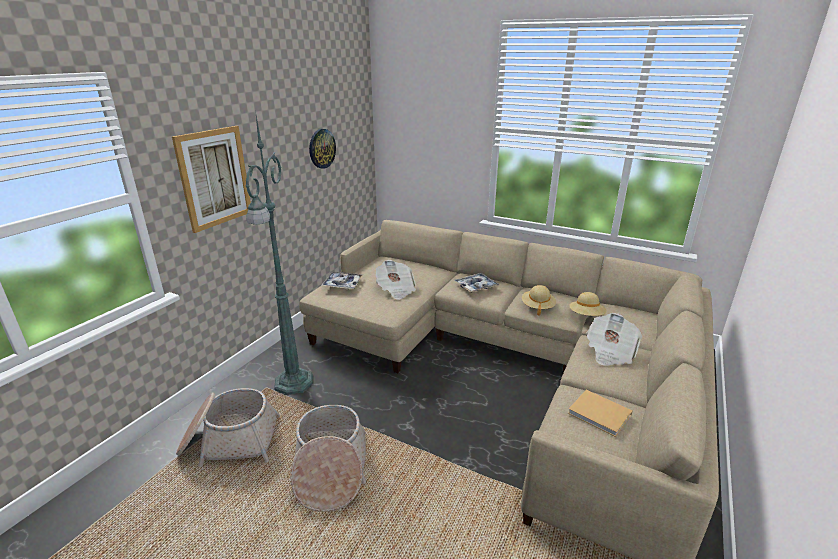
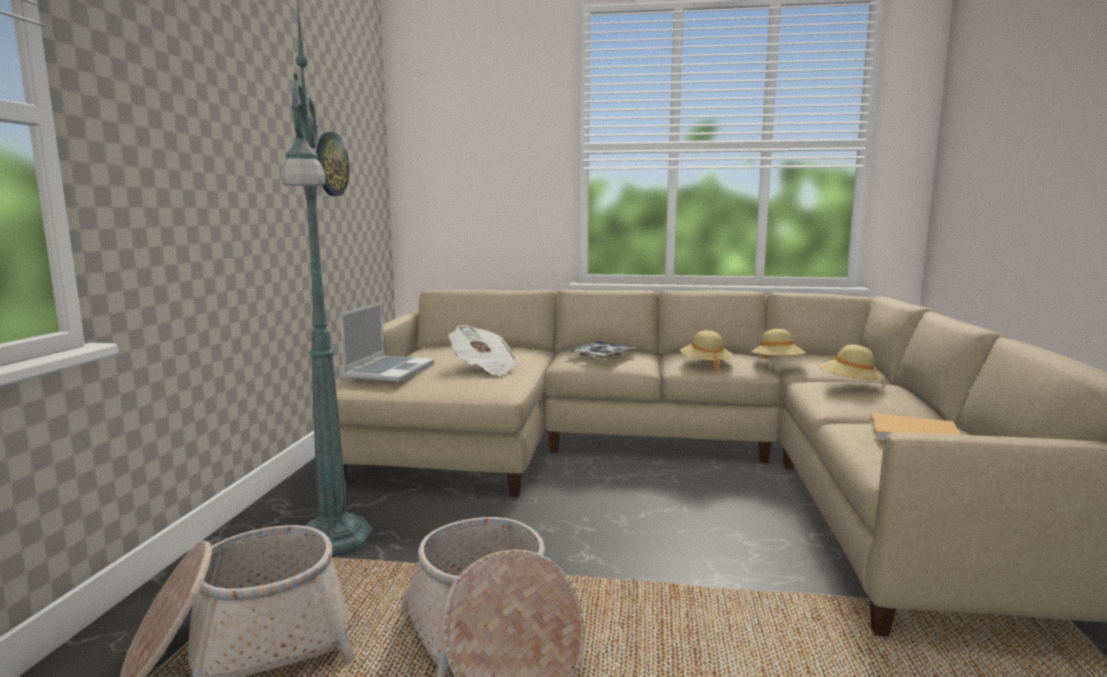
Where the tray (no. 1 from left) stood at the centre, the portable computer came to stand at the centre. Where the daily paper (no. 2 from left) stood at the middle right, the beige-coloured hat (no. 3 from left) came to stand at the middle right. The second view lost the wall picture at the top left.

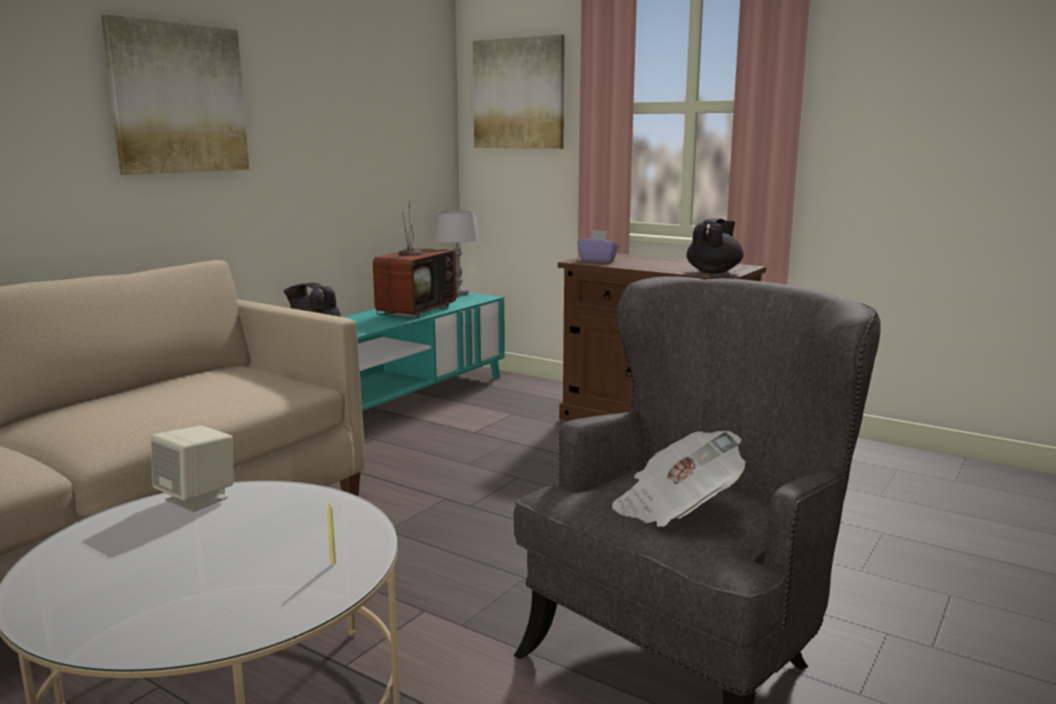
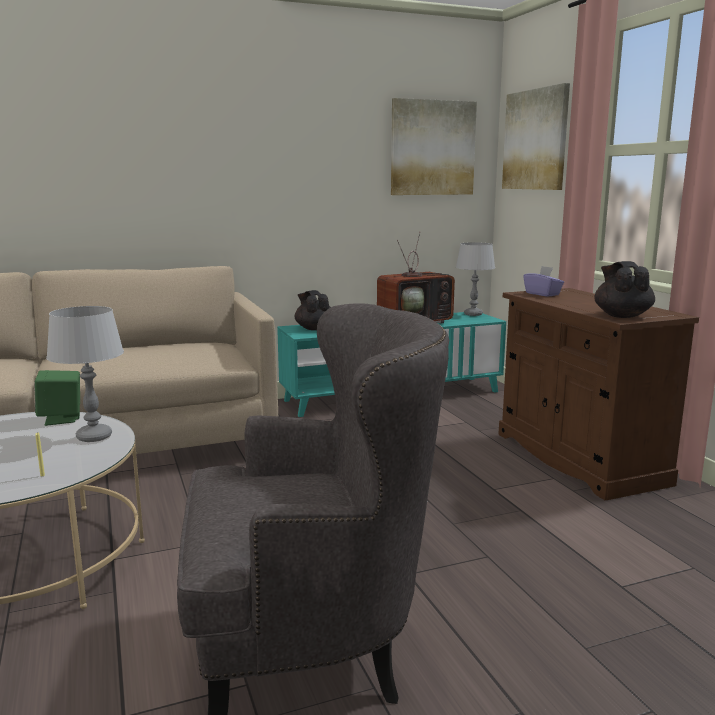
What was the beige-coloured audio speaker at the middle left turned into the green audio speaker at the middle left. The second view gained the grey tabletop lamp (no. 1 from left) at the middle left. The wall picture (no. 1 from left) ended up elsewhere, having gone from the top left to the top centre. The black tea pot (no. 2 from left) at the middle right ended up facing another way, 75 degrees counterclockwise from before. The second view lost the daily paper at the bottom centre.

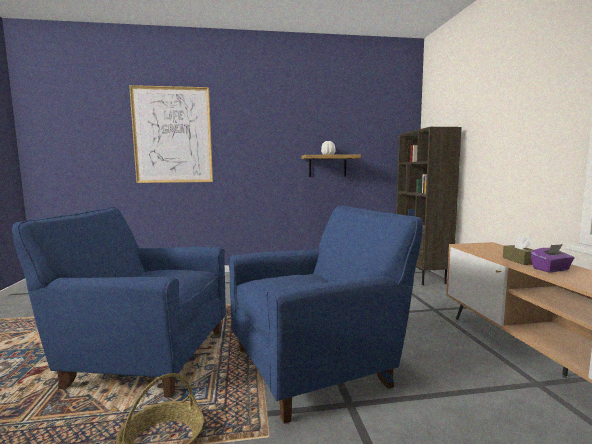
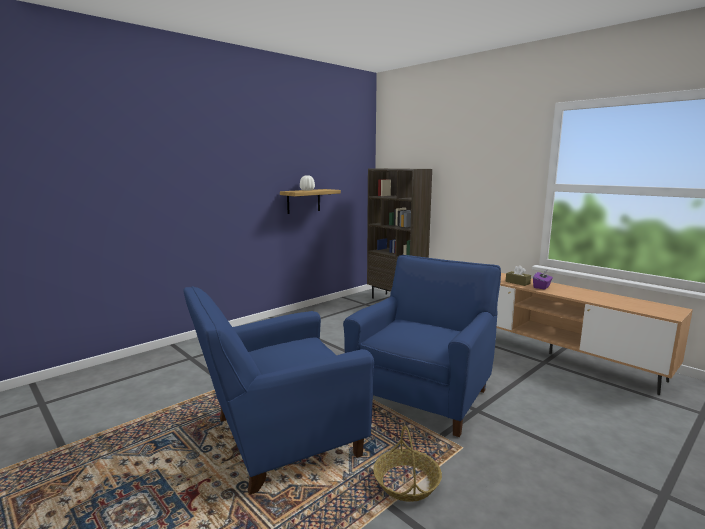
The second view lost the wall picture at the top left.

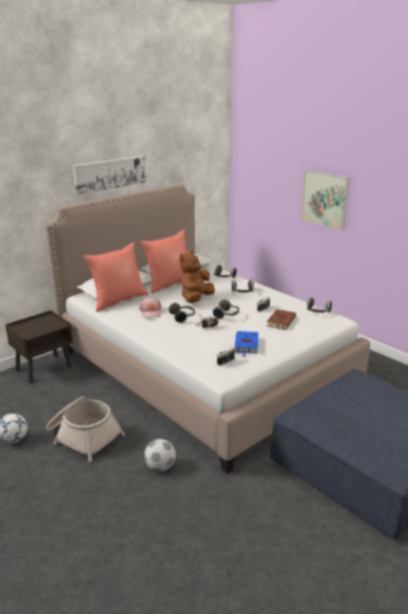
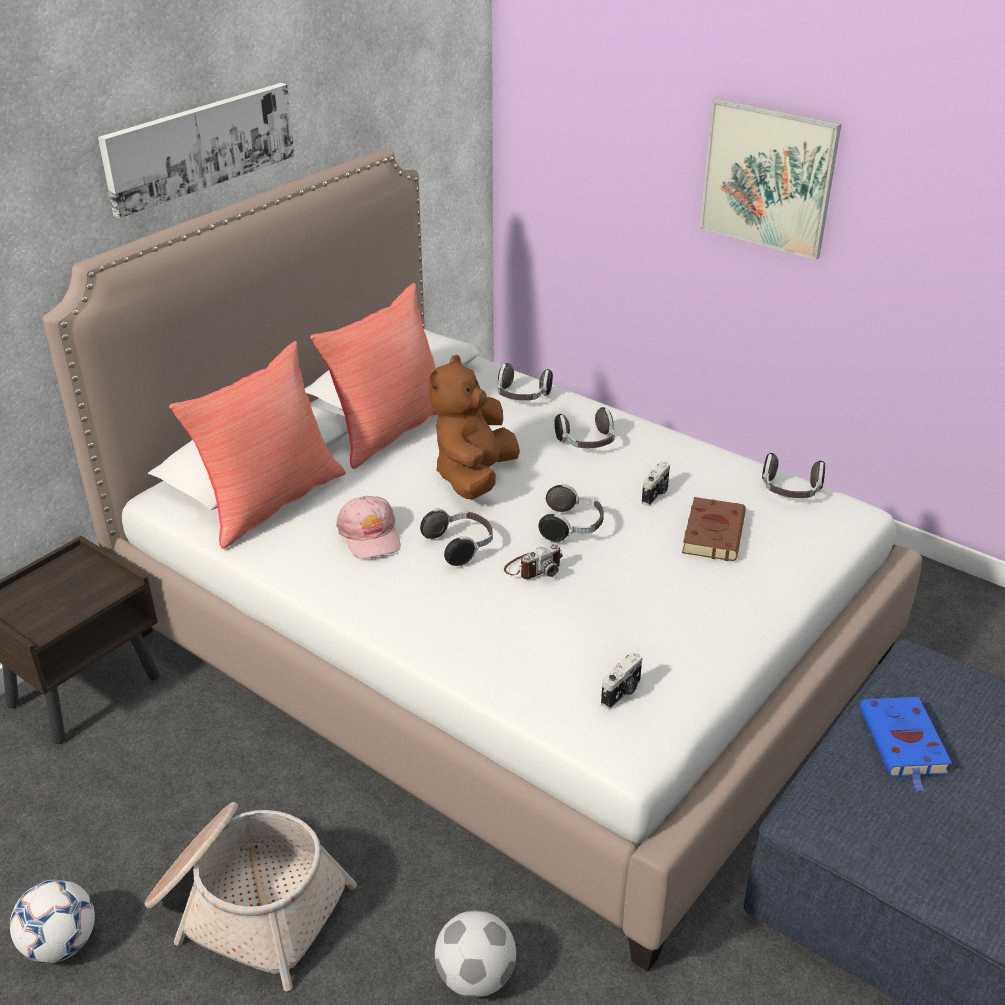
The blue-coloured volume ended up elsewhere, having gone from the centre to the bottom right.

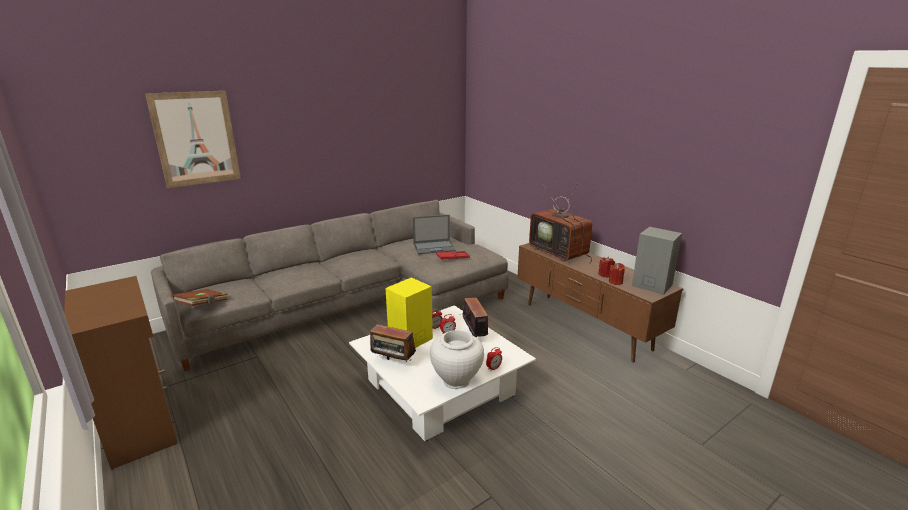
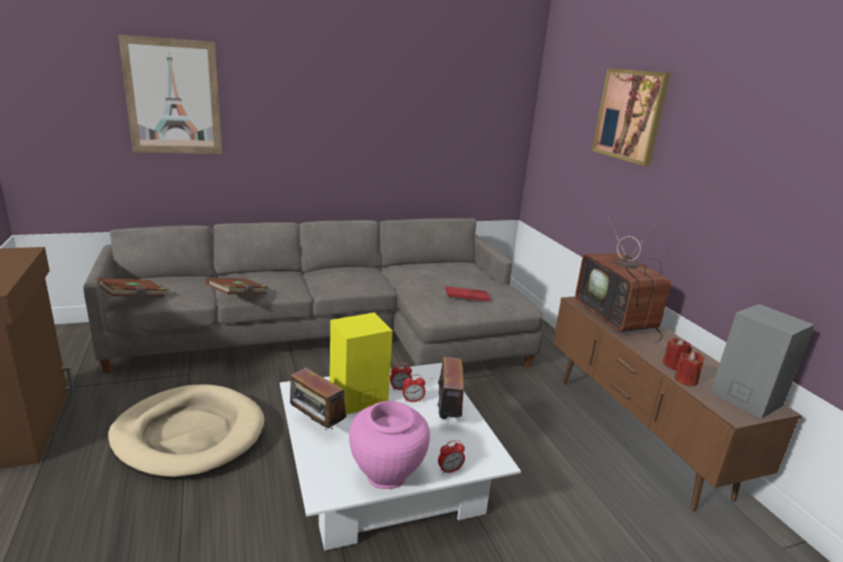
The second view gained the beige-coloured dog cushion at the bottom left. The second view gained the brown volume (no. 2 from left) at the middle left. What was the white-coloured vase at the bottom centre turned into the pink-coloured vase at the bottom centre. The second view gained the wall picture (no. 2 from left) at the top right. The second view lost the portable computer at the centre.

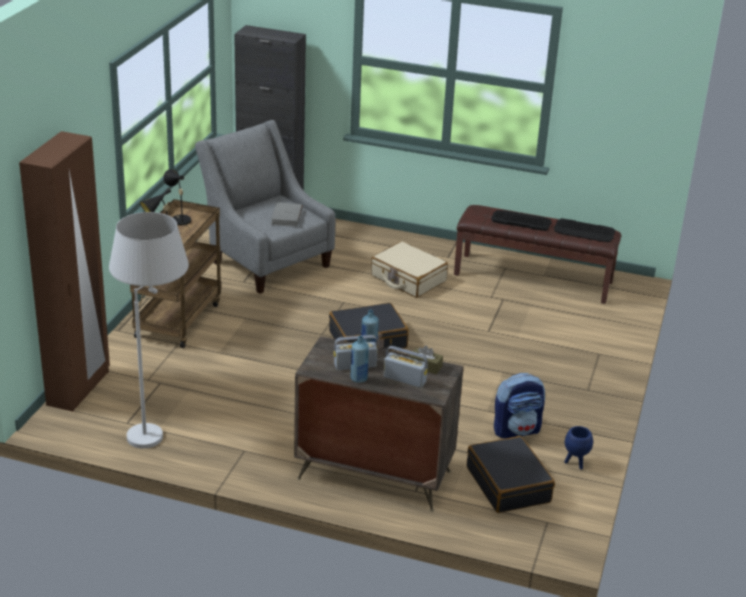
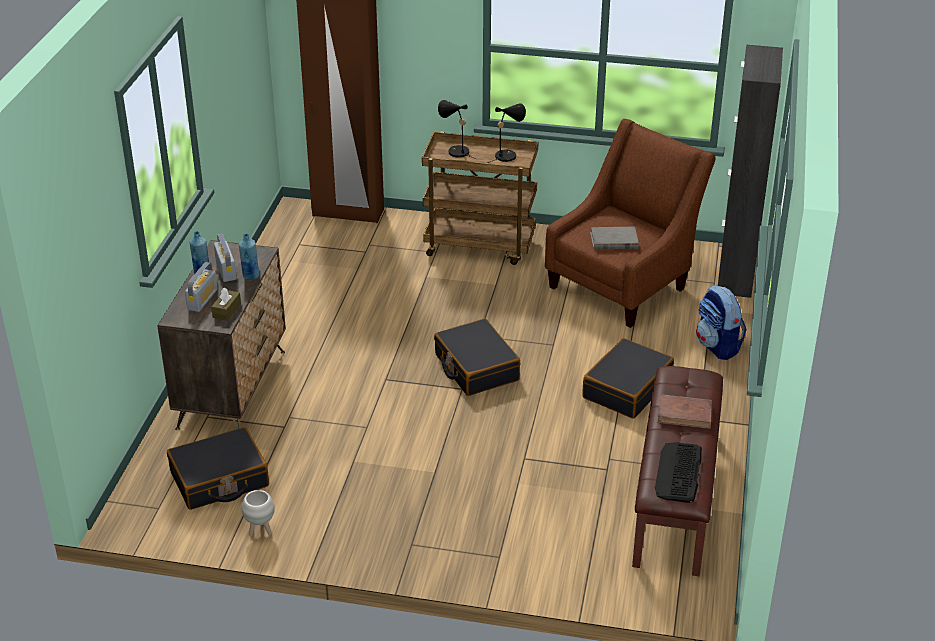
What was the blue-coloured flower pot at the bottom right turned into the white-coloured flower pot at the bottom left. What was the grey lounge chair at the centre turned into the brown lounge chair at the middle right. What was the beige-coloured travel case at the centre turned into the black travel case (no. 3 from left) at the middle right. Where the PC keyboard (no. 1 from left) stood at the middle right, the brown volume came to stand at the middle right. The backpack ended up elsewhere, having gone from the bottom right to the middle right. The second view lost the white-coloured standard lamp at the middle left.

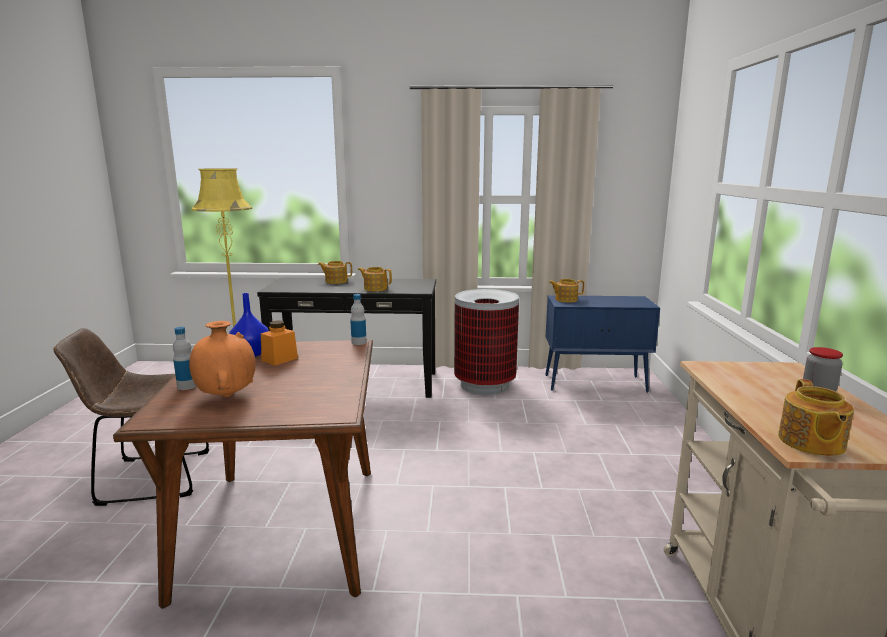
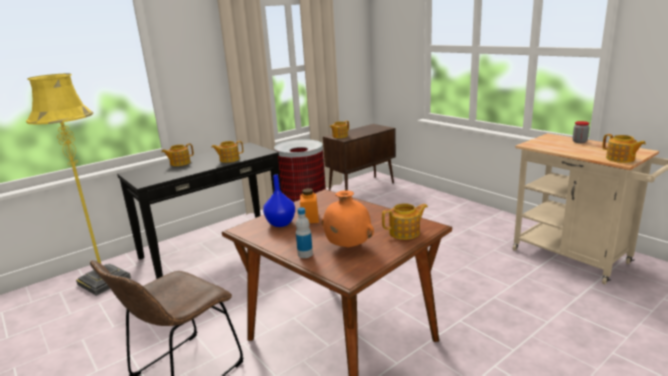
What was the blue-coloured cabinet at the middle right turned into the brown cabinet at the centre. The second view gained the tea pot (no. 4 from left) at the centre. The second view lost the drink bottle (no. 2 from left) at the centre.

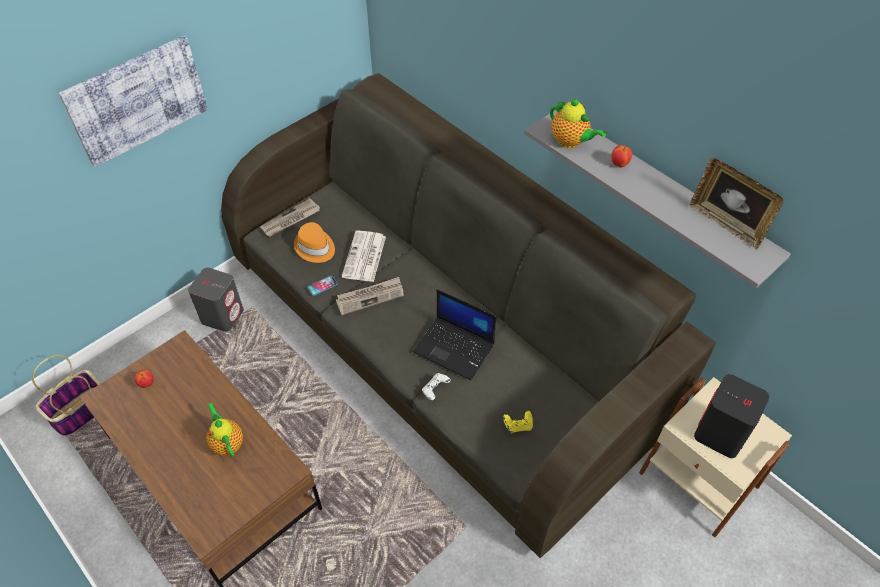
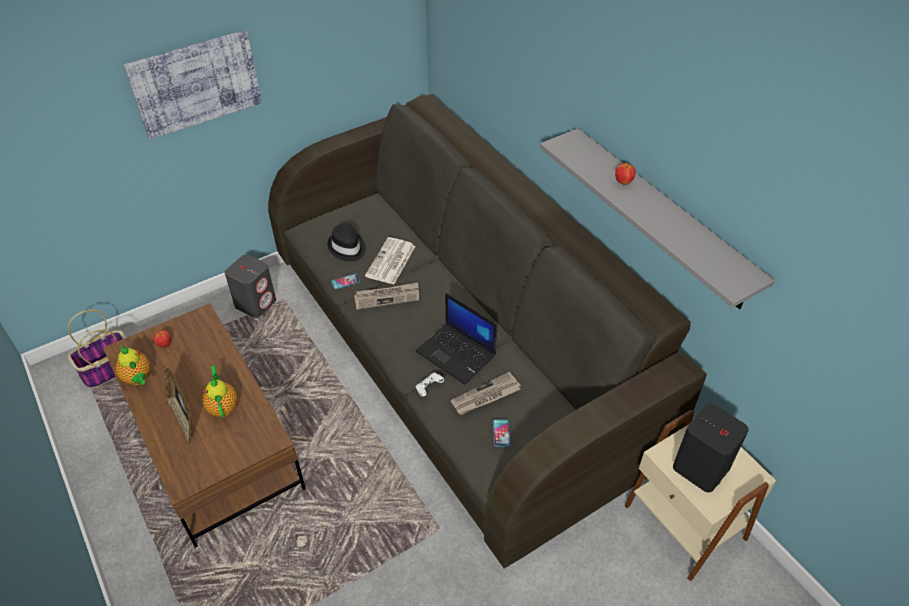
The tea pot (no. 2 from left in the first image) ended up elsewhere, having gone from the top centre to the middle left. The standing frame ended up elsewhere, having gone from the middle right to the bottom left. What was the orange hat at the centre turned into the black hat at the centre. The daily paper (no. 1 from left in the first image) ended up elsewhere, having gone from the middle left to the centre. Where the yellow-coloured gamepad stood at the bottom centre, the handset (no. 2 from left) came to stand at the bottom centre.

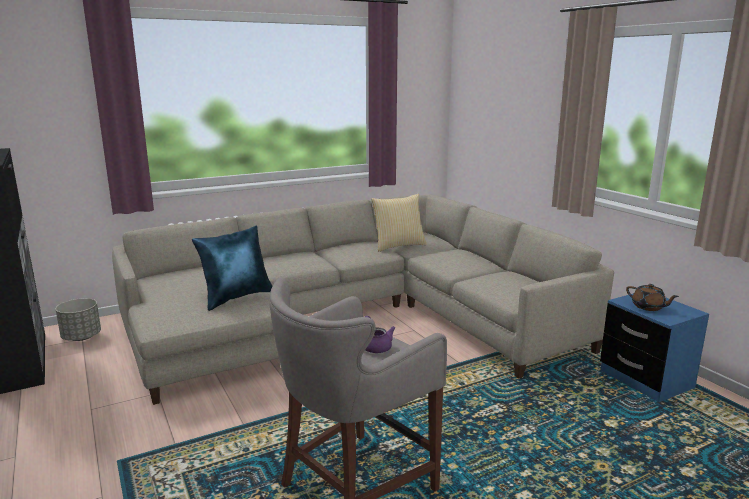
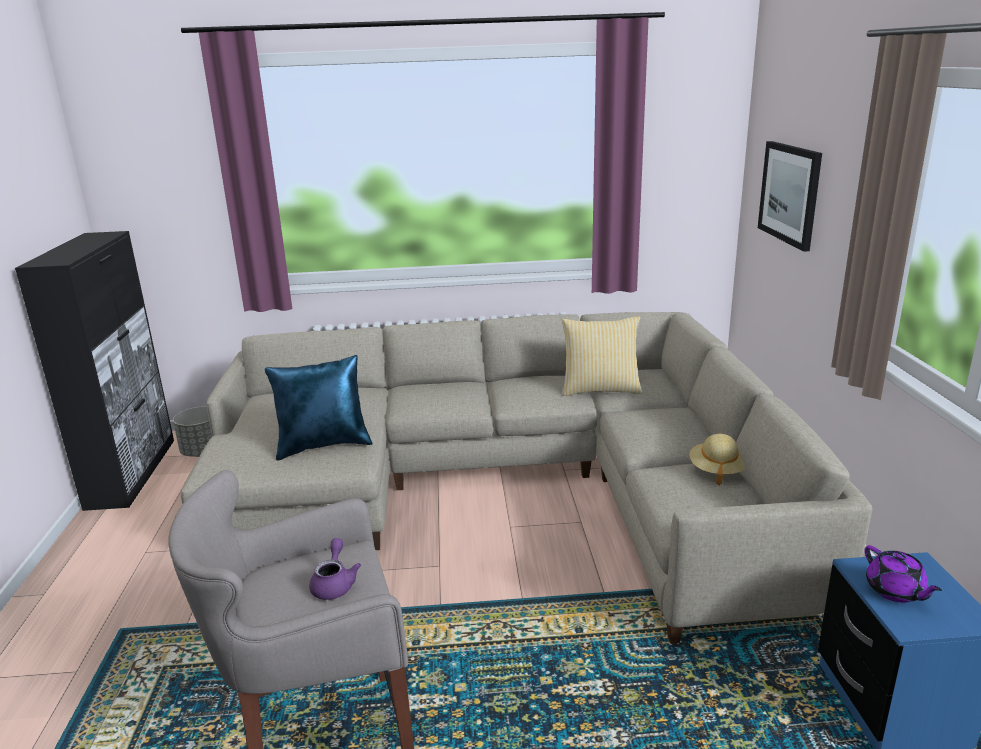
The second view gained the beige-coloured hat at the middle right. The second view gained the wall picture at the top right. What was the brown tea pot at the middle right turned into the purple-coloured tea pot (no. 2 from left) at the bottom right.

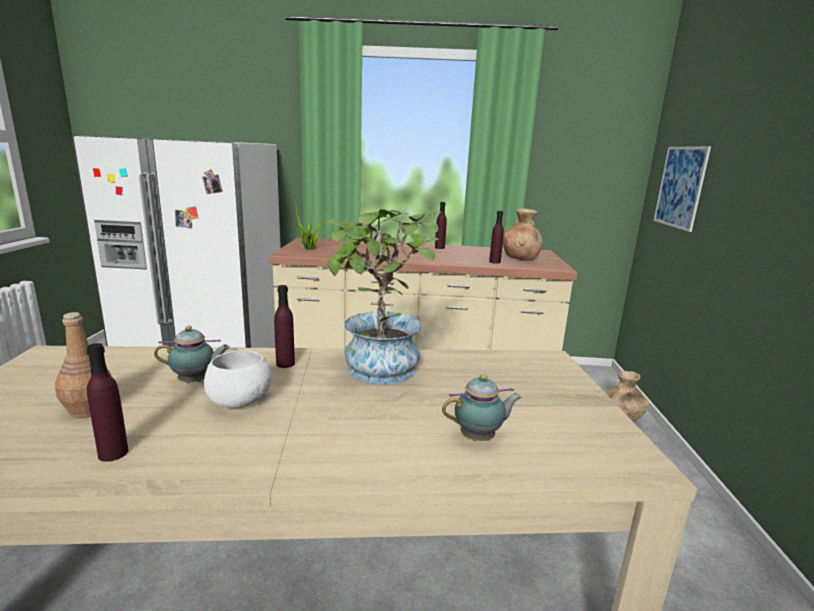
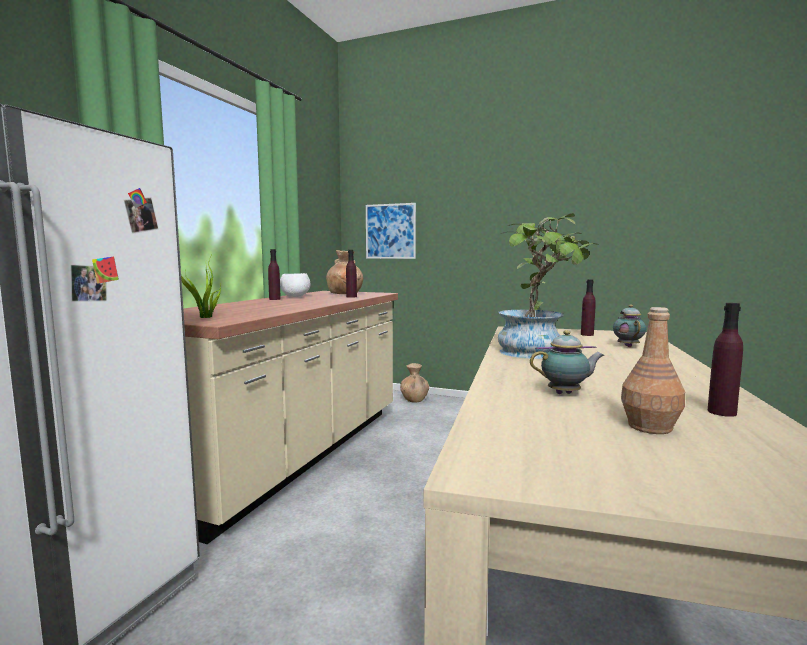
The white-coloured bowl ended up elsewhere, having gone from the middle left to the centre. The tea pot (no. 1 from left) at the middle left ended up facing another way, 75 degrees clockwise from before. The purple-coloured drink bottle (no. 2 from left in the first image) ended up elsewhere, having gone from the centre to the middle right.

